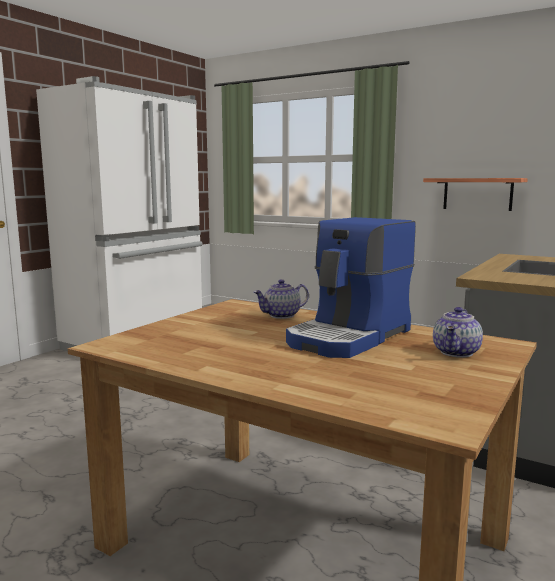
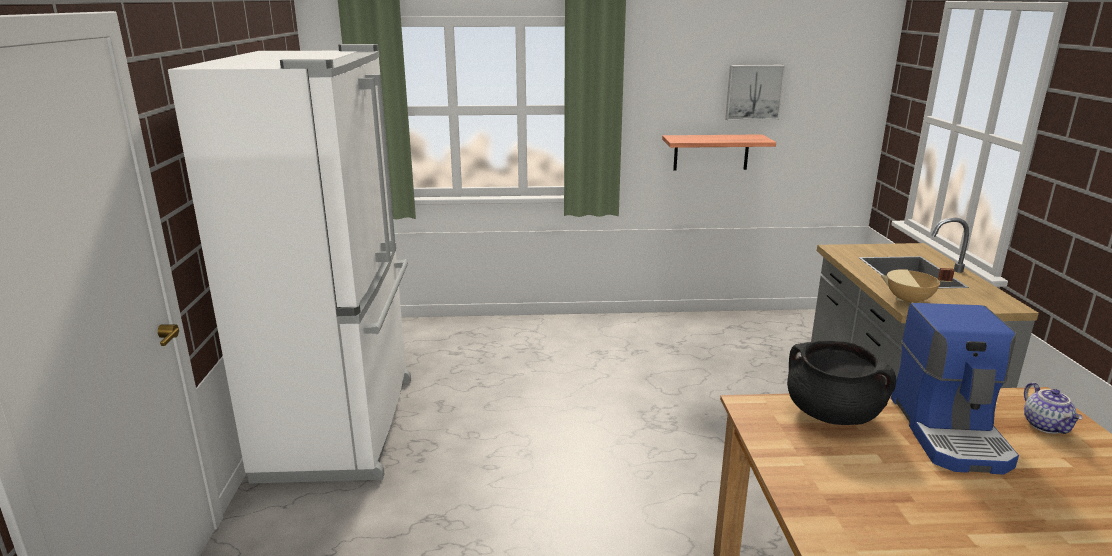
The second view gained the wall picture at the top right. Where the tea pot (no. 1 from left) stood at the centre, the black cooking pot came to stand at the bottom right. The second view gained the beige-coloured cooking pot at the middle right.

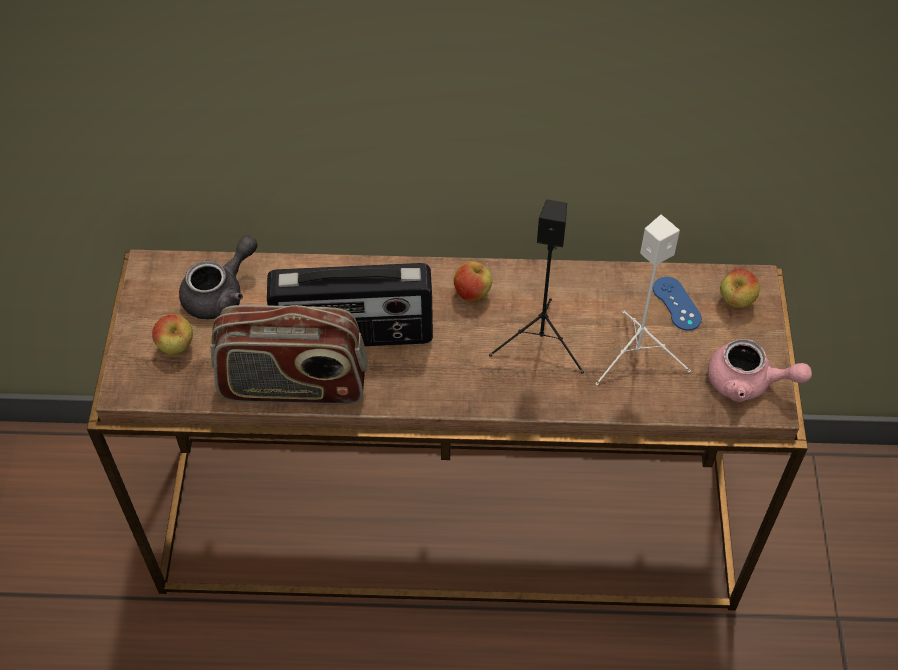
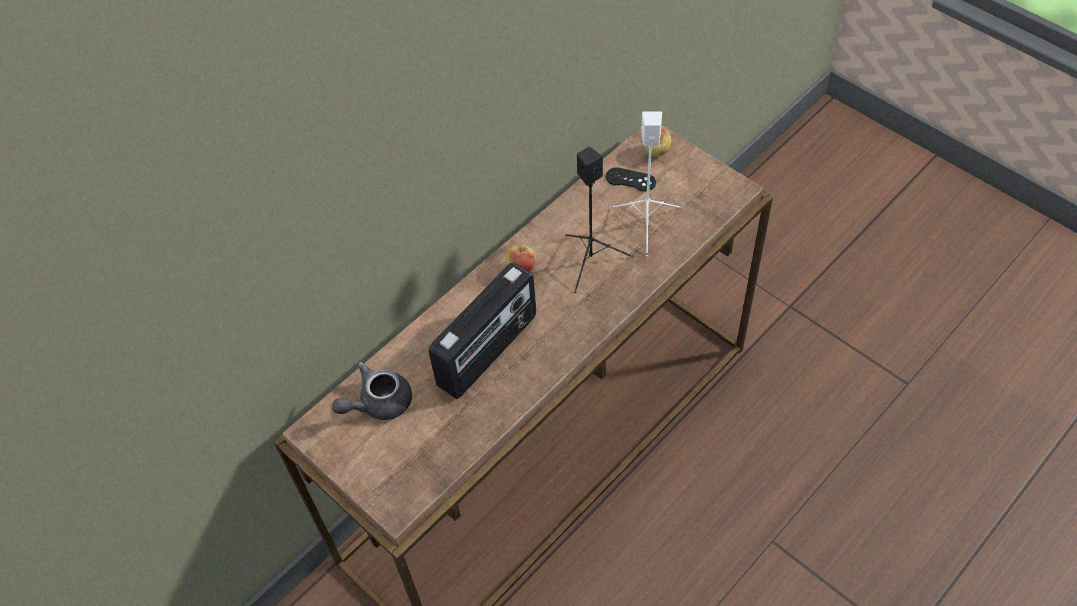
The grey tea pot at the middle left ended up facing another way, 120 degrees counterclockwise from before. What was the blue-coloured gamepad at the middle right turned into the black gamepad at the top centre. The second view lost the apple (no. 1 from left) at the middle left. The second view lost the radio (no. 1 from left) at the middle left. The second view lost the pink-coloured tea pot at the middle right.

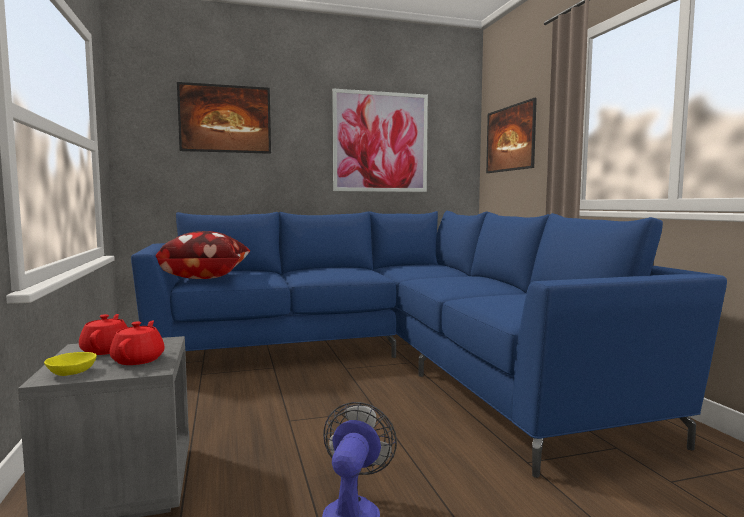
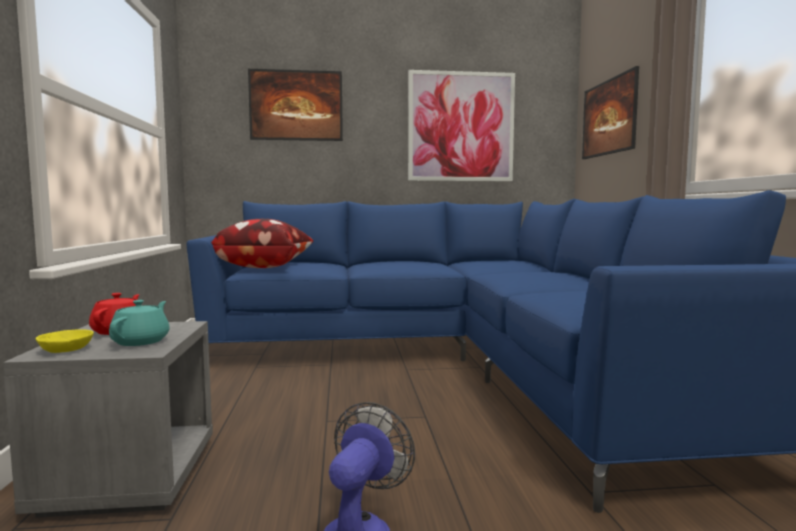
What was the red-coloured tea pot (no. 2 from left) at the middle left turned into the turquoise-coloured tea pot at the middle left.

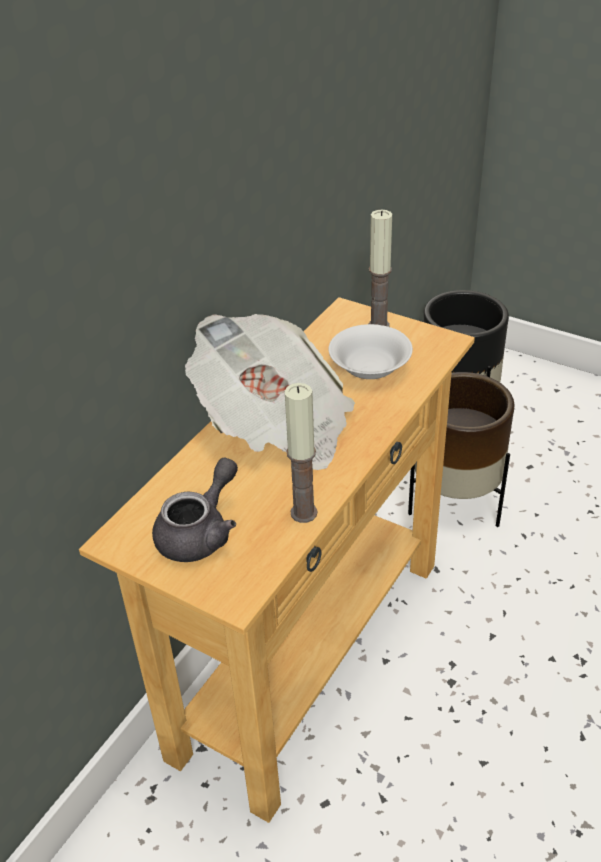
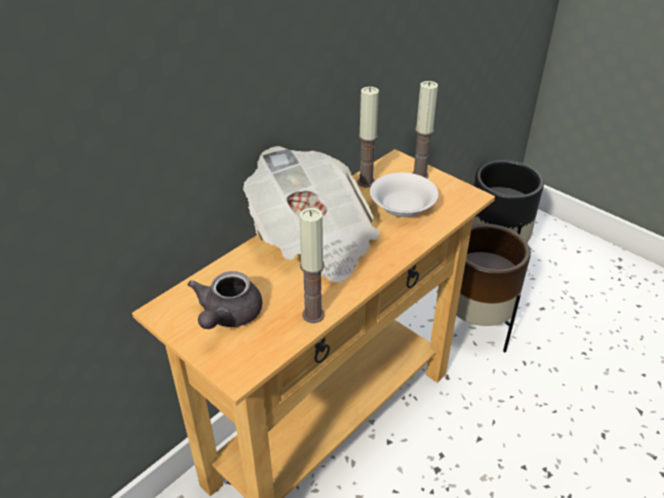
The grey tea pot at the middle left ended up facing another way, 150 degrees clockwise from before. The second view gained the wax candle (no. 2 from left) at the top centre.

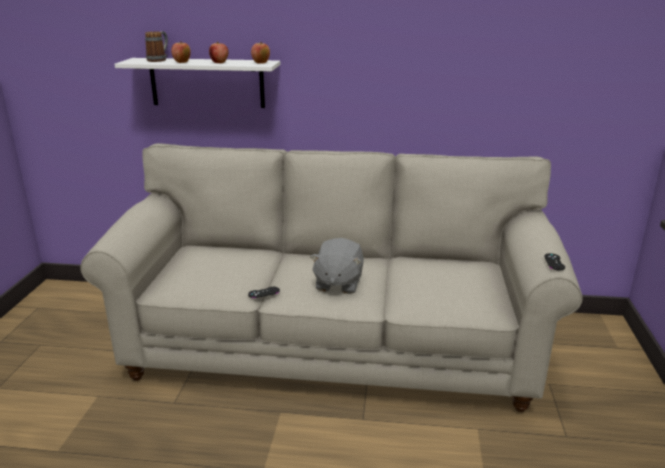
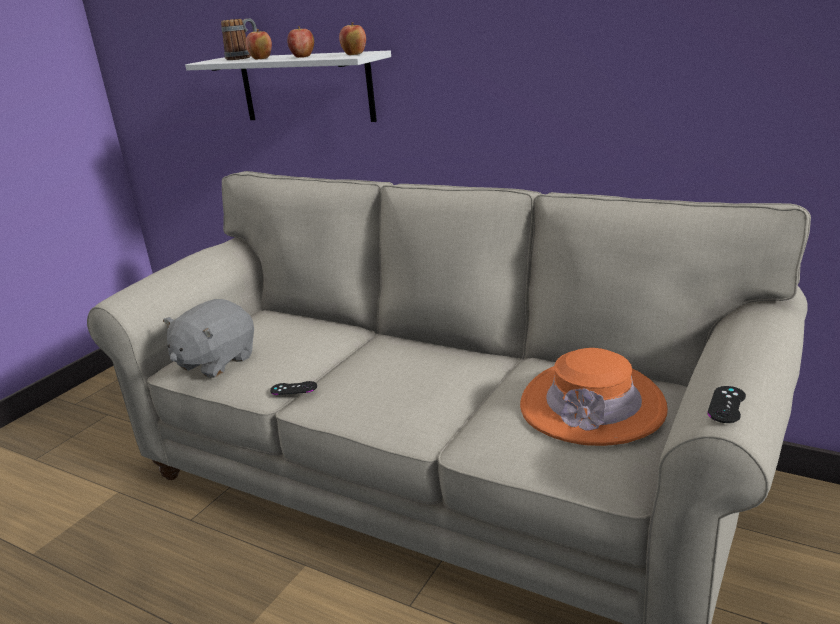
The grey plush toy ended up elsewhere, having gone from the centre to the middle left. The second view gained the orange hat at the middle right.

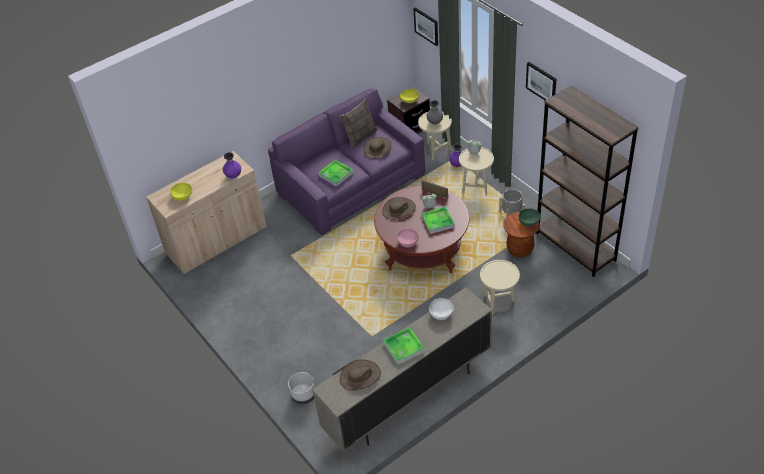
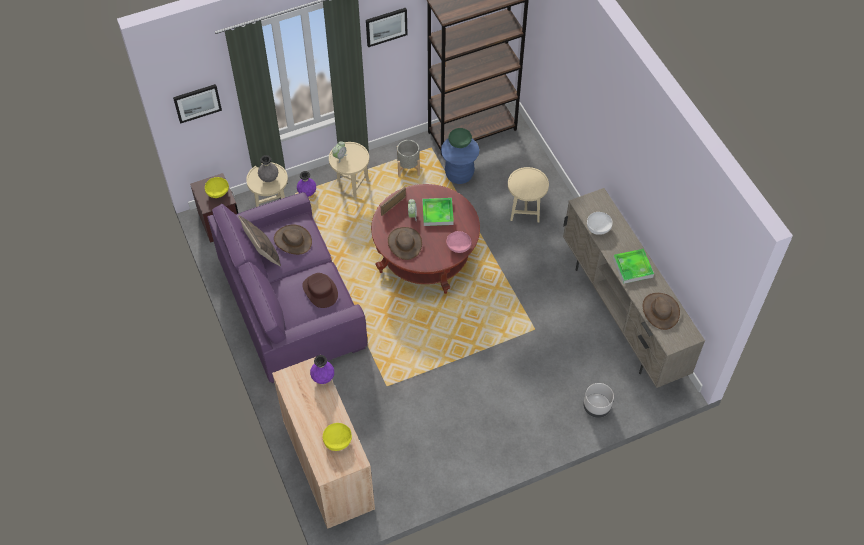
Where the tray (no. 1 from left) stood at the centre, the brown hat (no. 2 from left) came to stand at the centre. What was the brown stool at the middle right turned into the blue-coloured stool at the top centre.

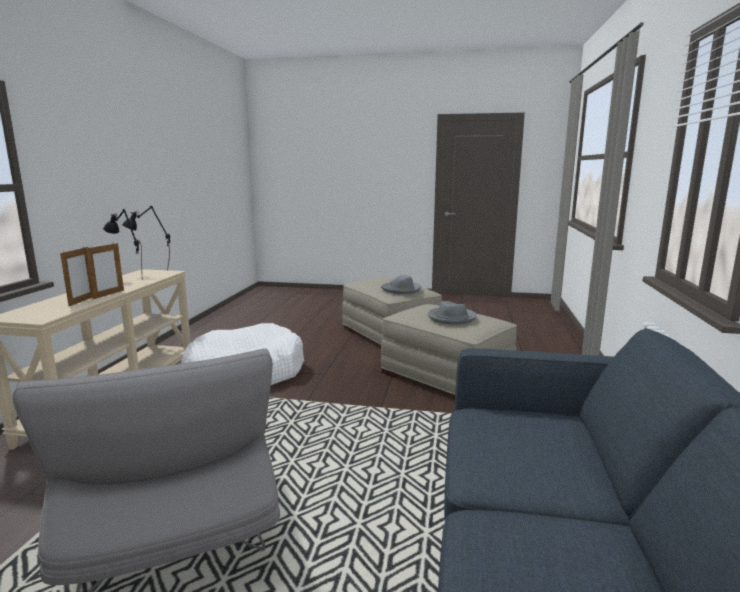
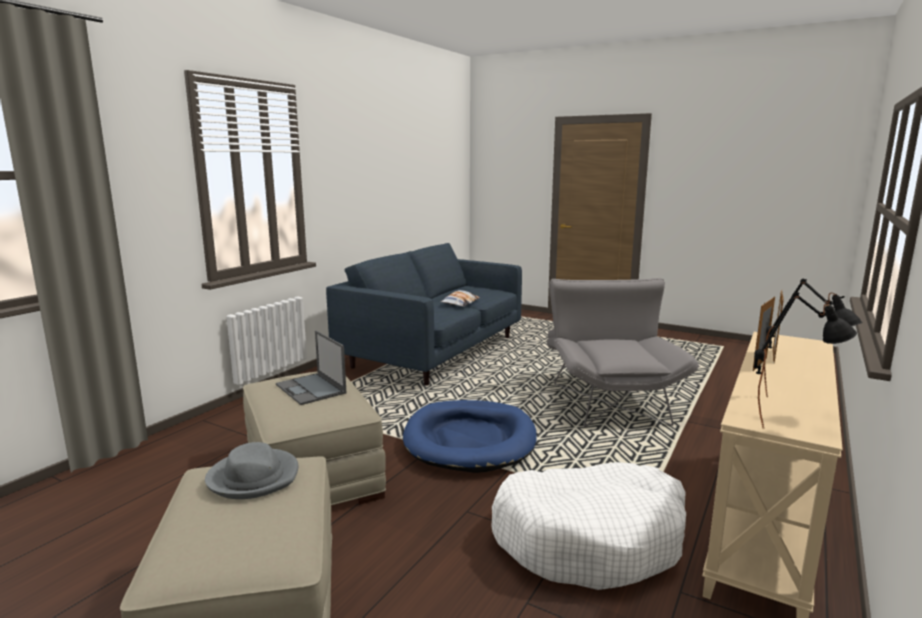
Where the grey hat (no. 2 from left) stood at the centre, the portable computer came to stand at the centre. The second view gained the blue-coloured dog cushion at the bottom centre. The second view gained the pillow at the centre.

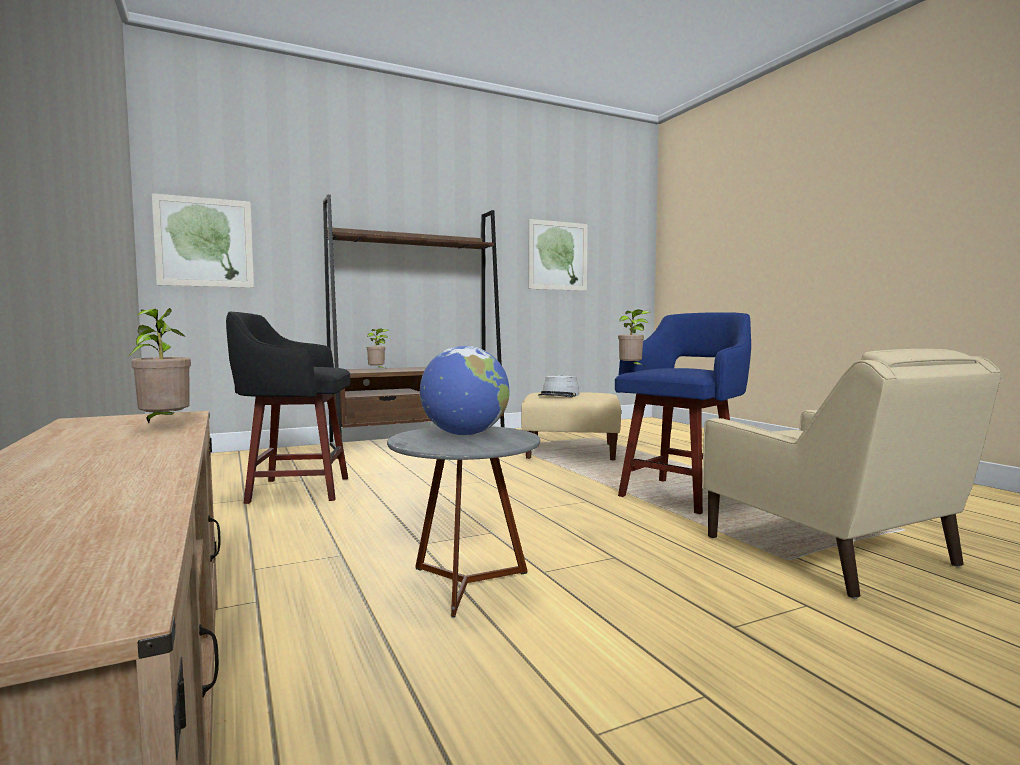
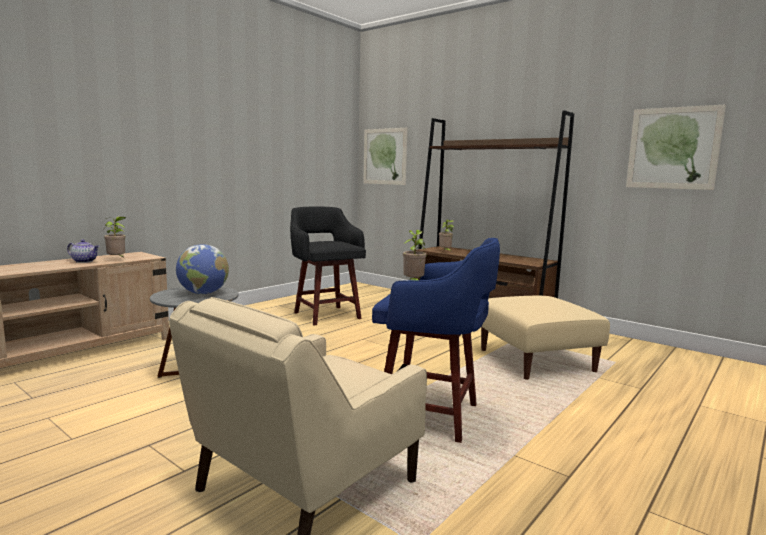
The second view gained the tea pot at the middle left. The second view lost the grey hat at the centre.

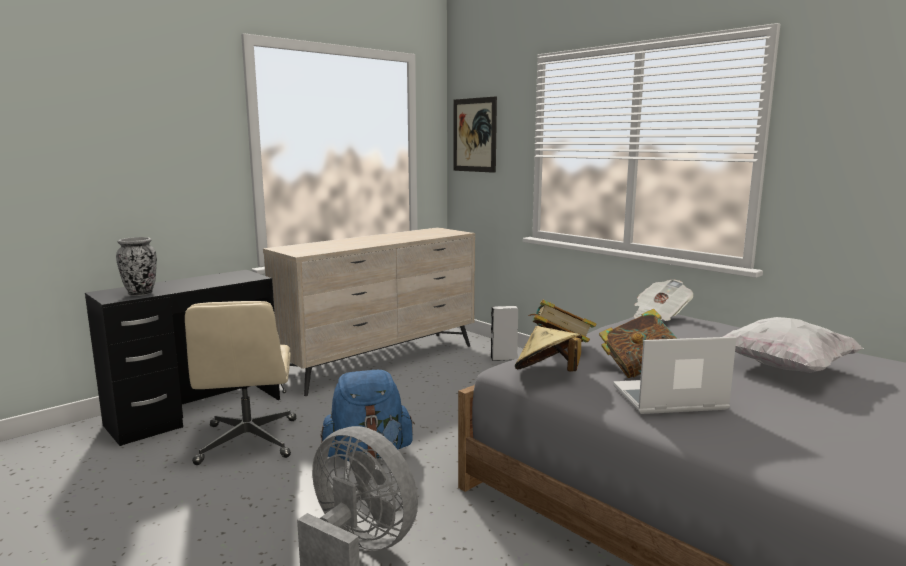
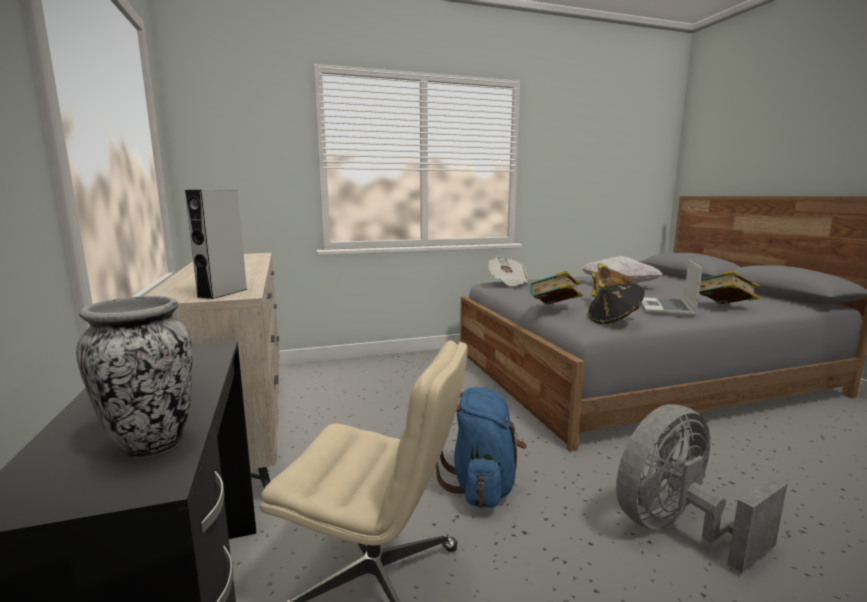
The grey audio speaker ended up elsewhere, having gone from the centre to the middle left. What was the beige-coloured hat at the centre turned into the black hat at the middle right. The second view gained the volume (no. 3 from left) at the middle right. The second view lost the wall picture at the top centre.

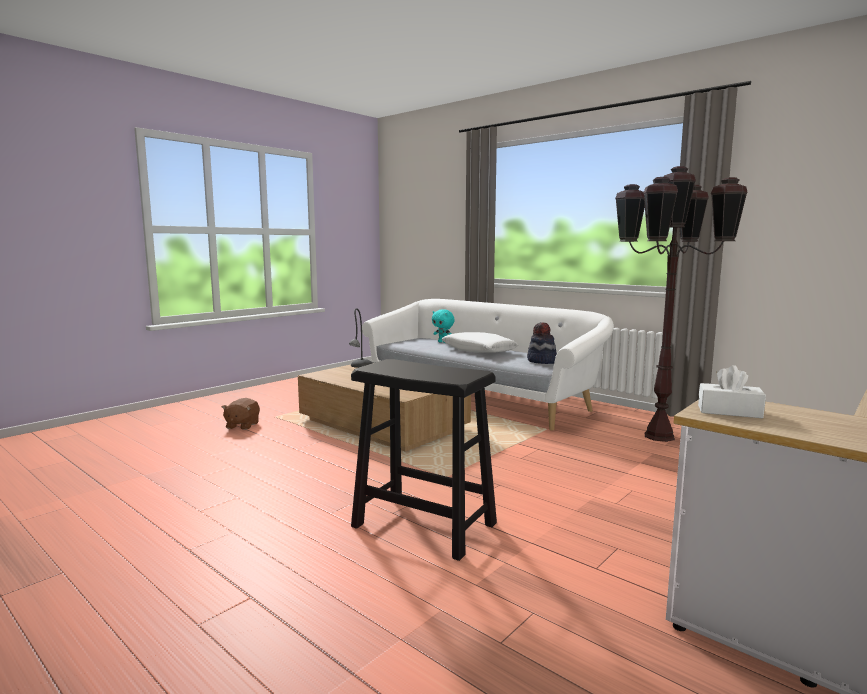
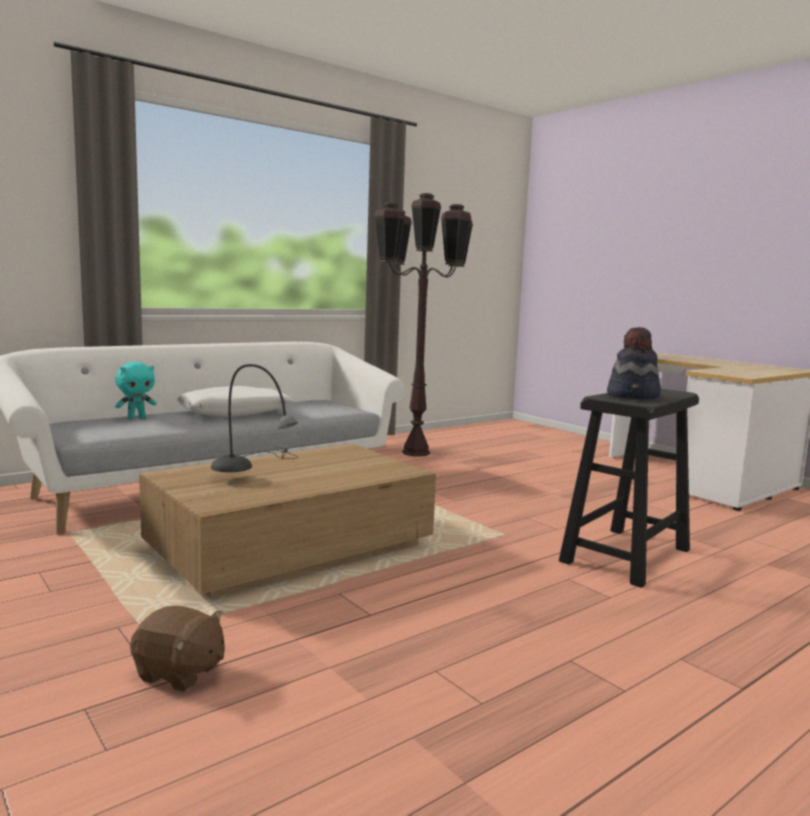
The hat ended up elsewhere, having gone from the centre to the middle right. The second view lost the white-coloured tissue box at the middle right.

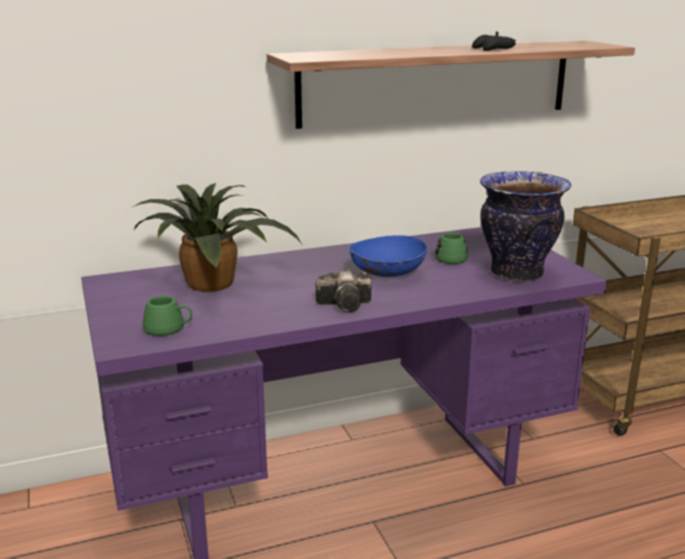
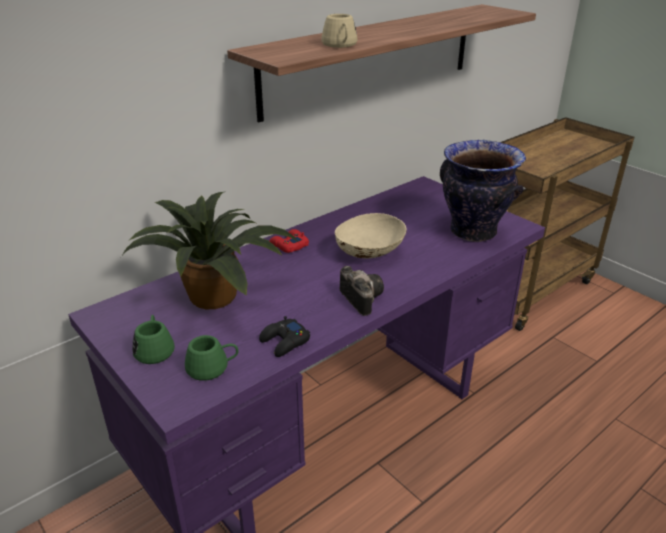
The green tea mug (no. 2 from left in the first image) ended up elsewhere, having gone from the centre to the middle left. The black gamepad ended up elsewhere, having gone from the top right to the centre. The second view gained the red-coloured gamepad at the centre. The second view gained the beige-coloured tea mug at the top centre. What was the blue-coloured bowl at the centre turned into the beige-coloured bowl at the centre. The photo camera at the centre ended up facing another way, 90 degrees counterclockwise from before.

